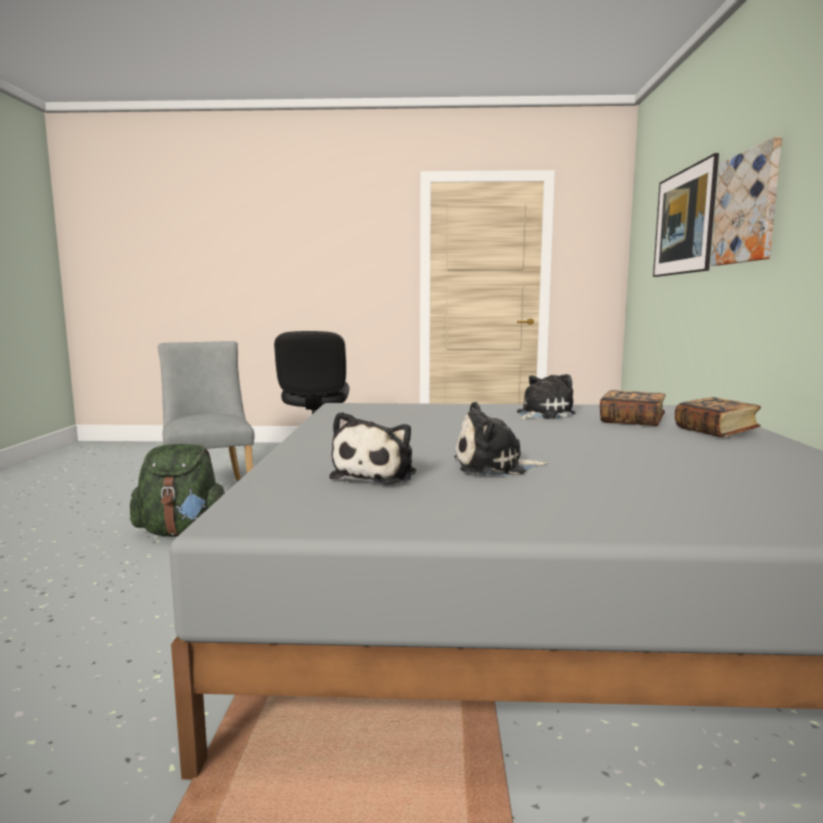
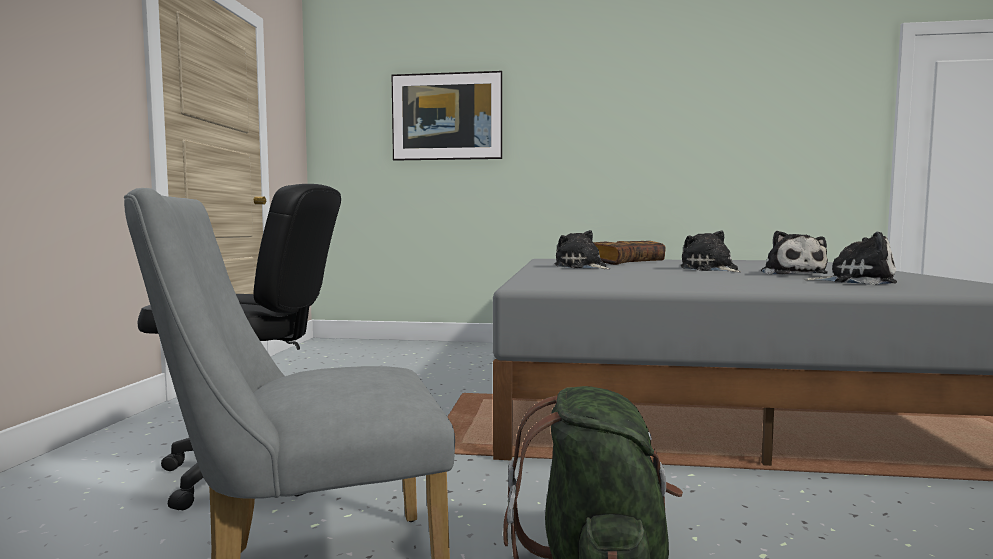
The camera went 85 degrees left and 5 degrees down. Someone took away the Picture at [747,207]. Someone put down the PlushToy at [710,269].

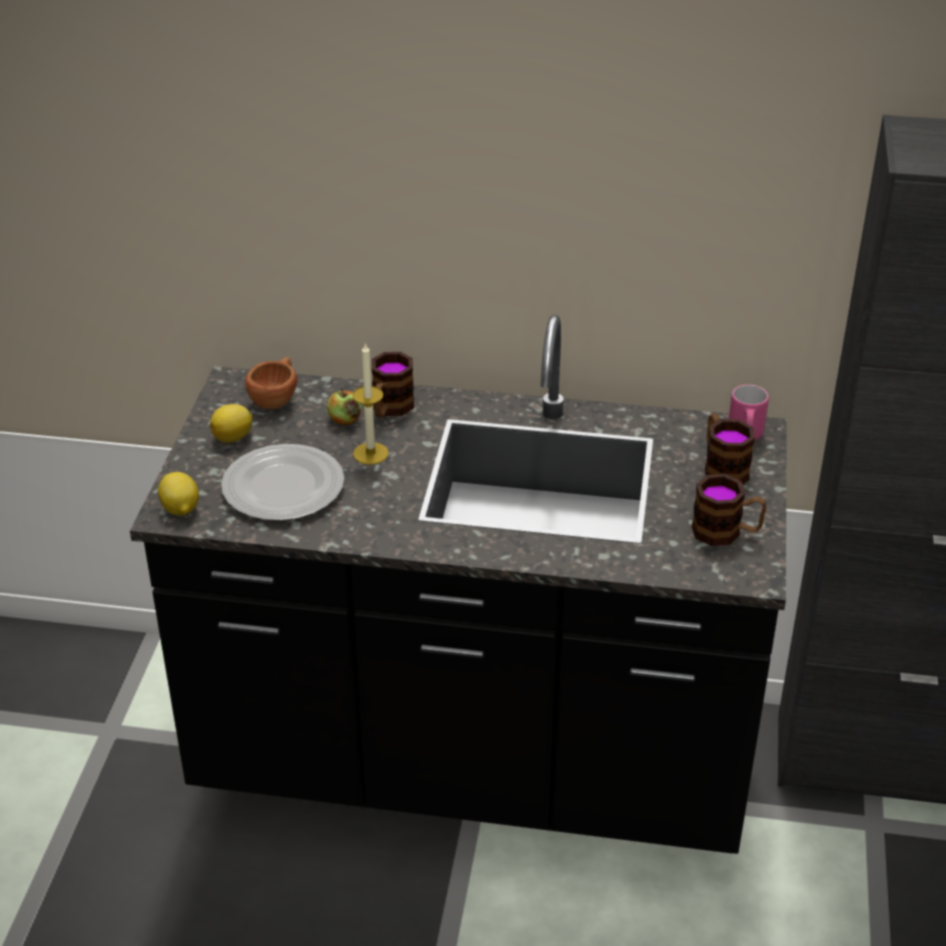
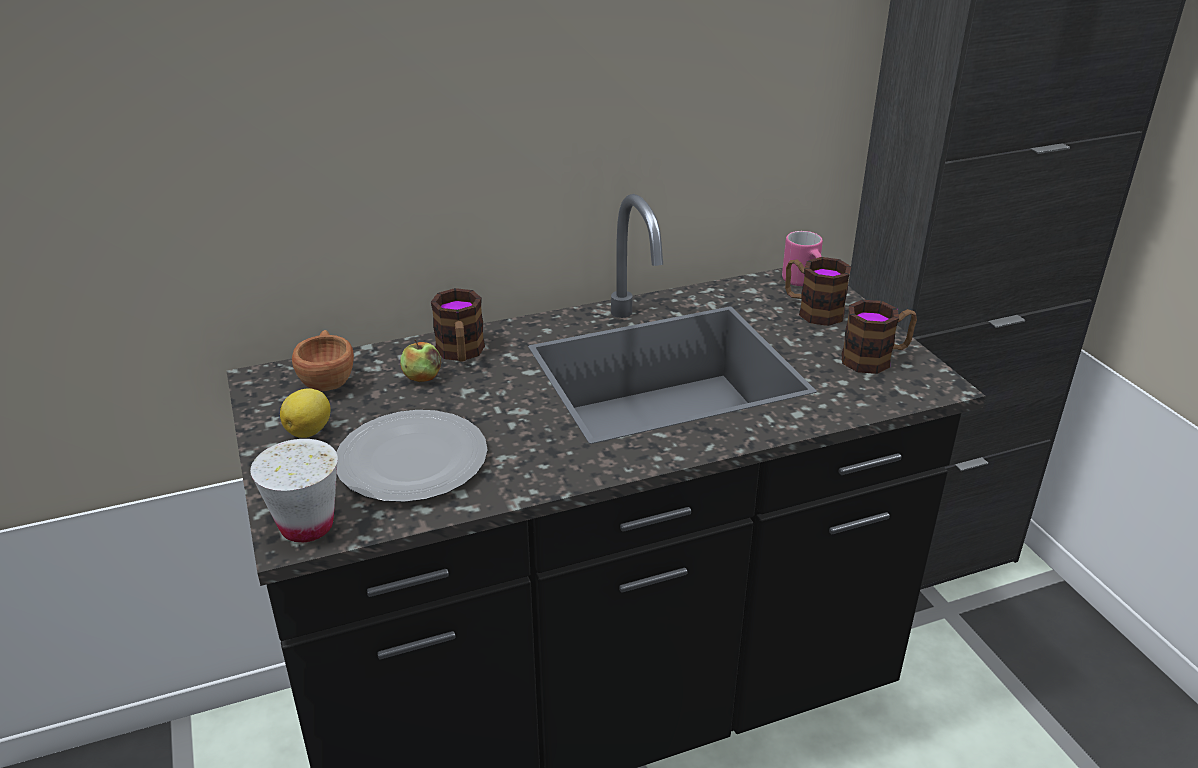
The camera went 30 degrees left and 5 degrees down. Someone took away the Candle at [370,453]. Someone swapped the WholeLemon at [180,510] for the WhiteColouredCup at [307,526].

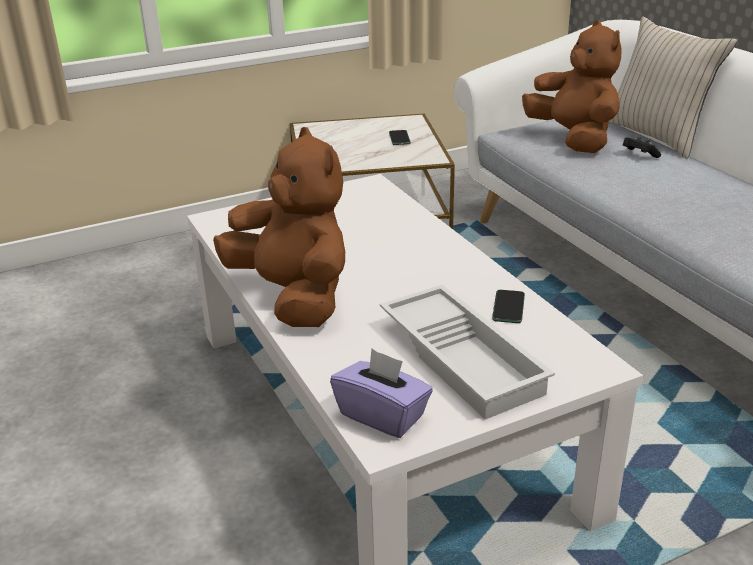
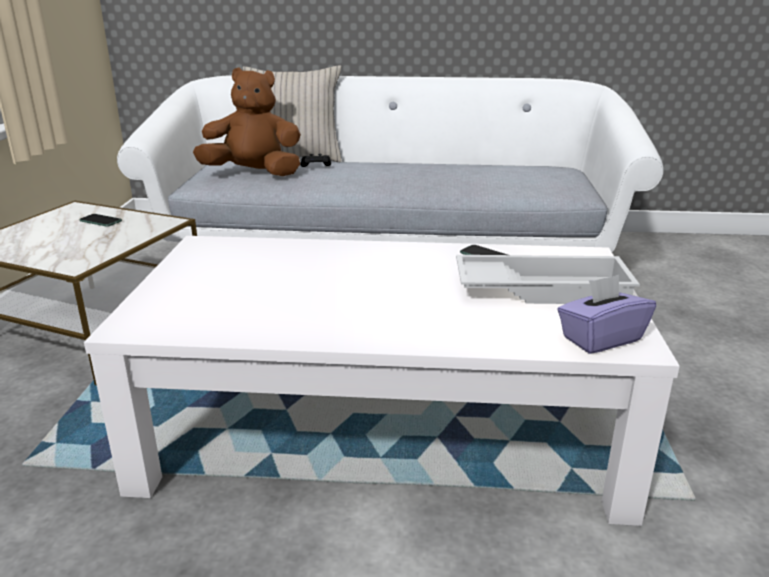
The camera went 60 degrees left and 5 degrees down. Someone took away the BrownishPlushToy at [293,297].

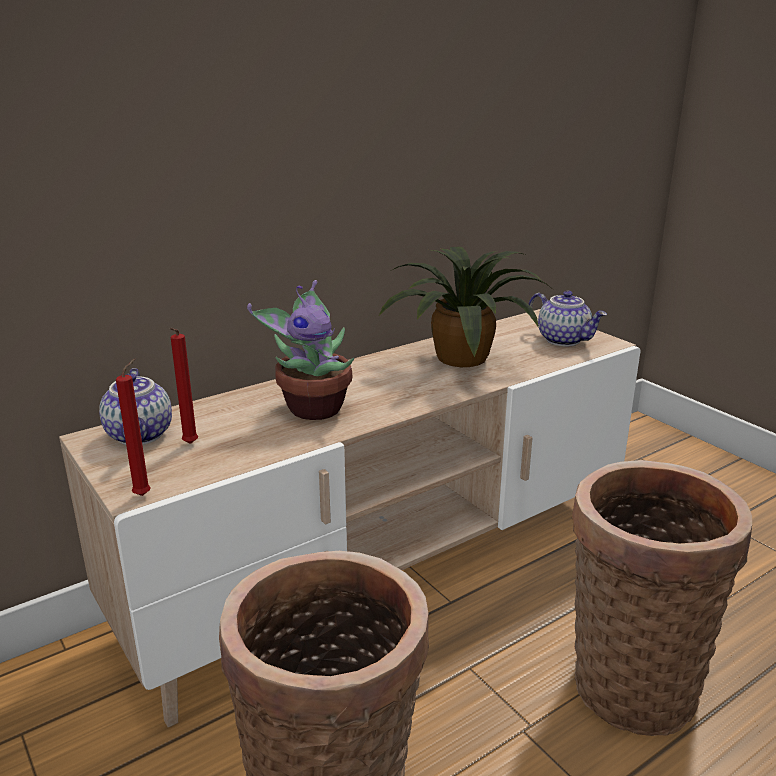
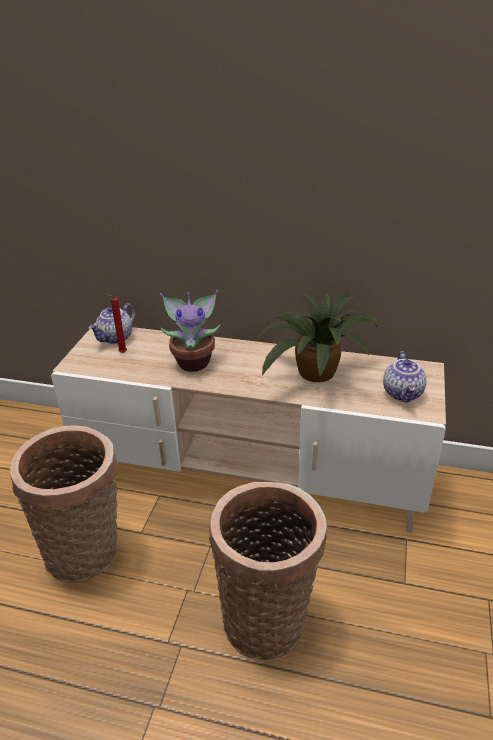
The camera went 50 degrees right and 10 degrees up. Someone took away the RedColouredCandle at [145,494].

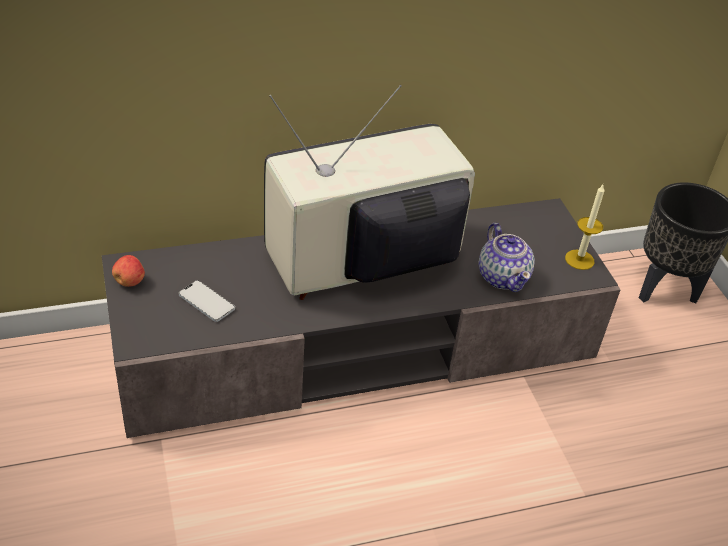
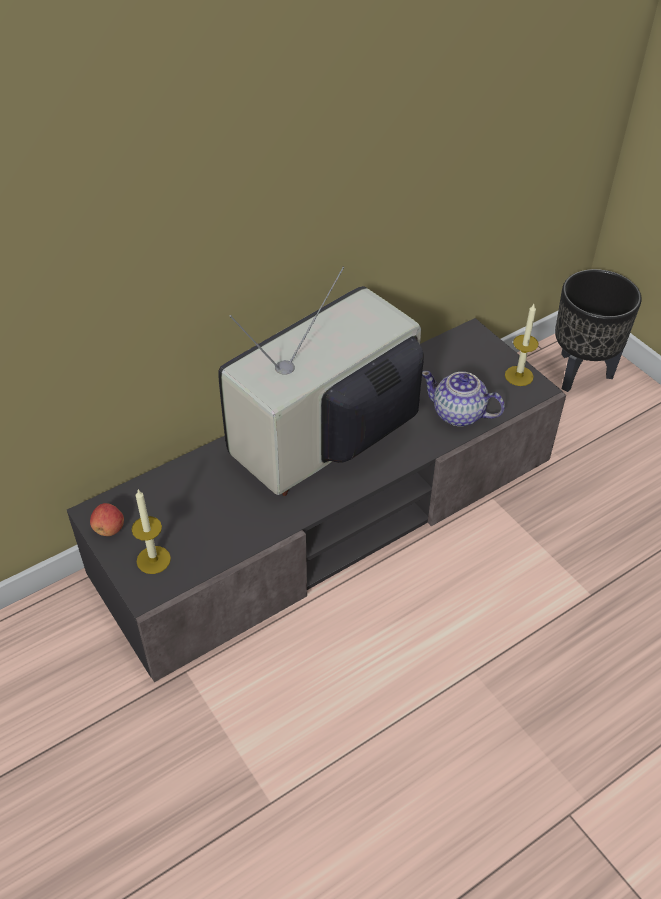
The camera went 15 degrees left and 5 degrees up. Someone took away the Phone at [206,302]. Someone put down the Candle at [153,560]. Someone rotated the PotForTea at [503,277] by 150 degrees clockwise.

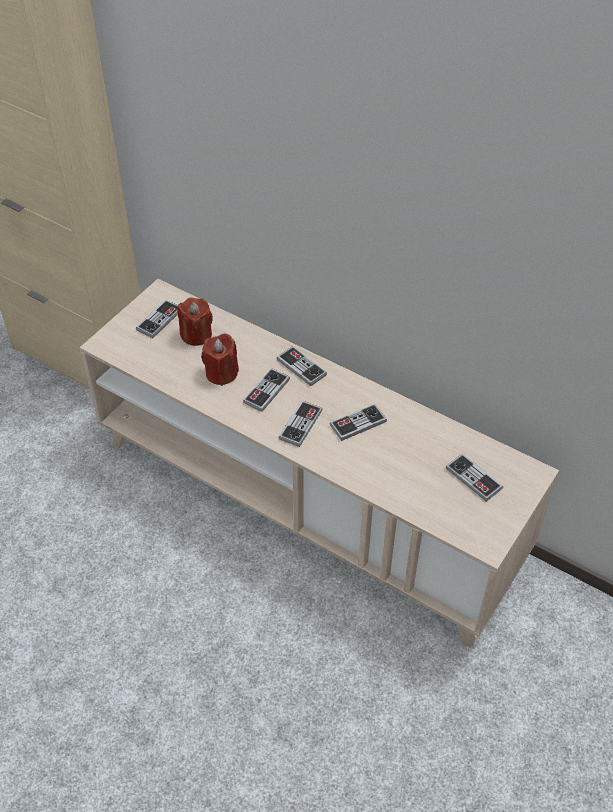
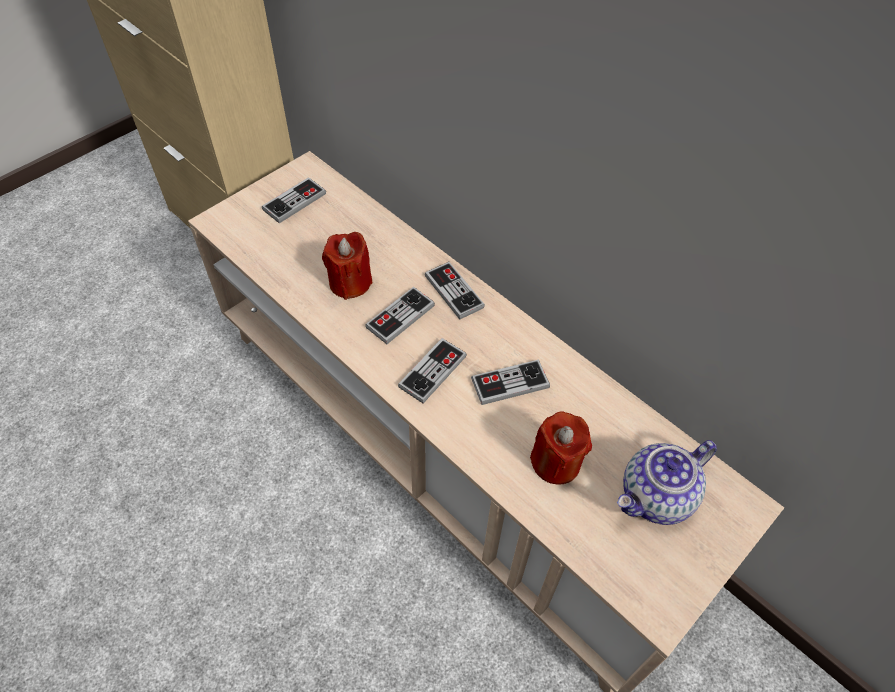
The camera went 10 degrees right and 5 degrees up. Someone carried the RedColouredCandle from [196,335] to [556,462]. Someone swapped the Gamepad at [473,478] for the PotForTea at [656,497].

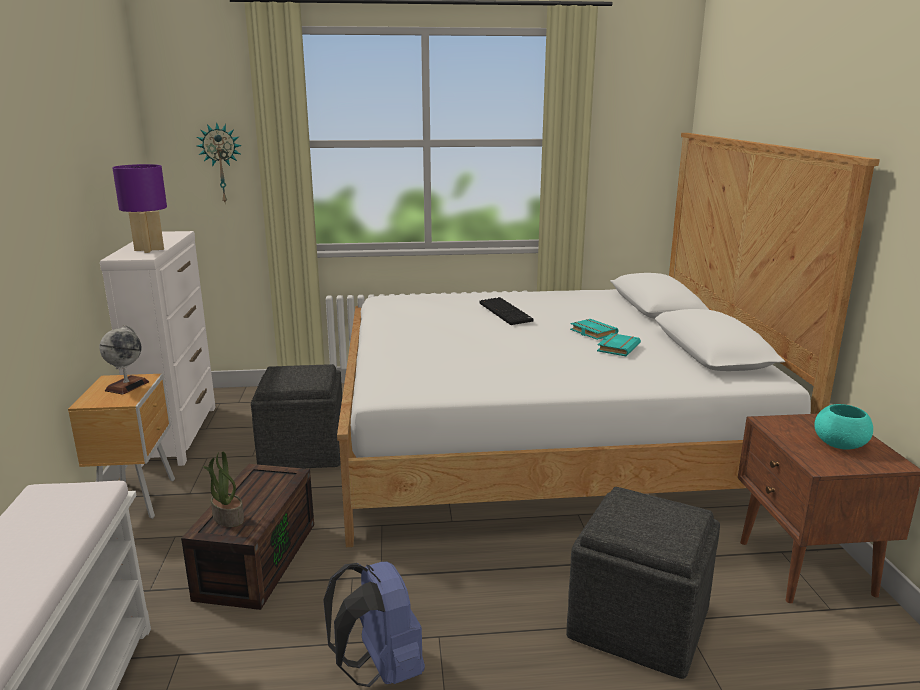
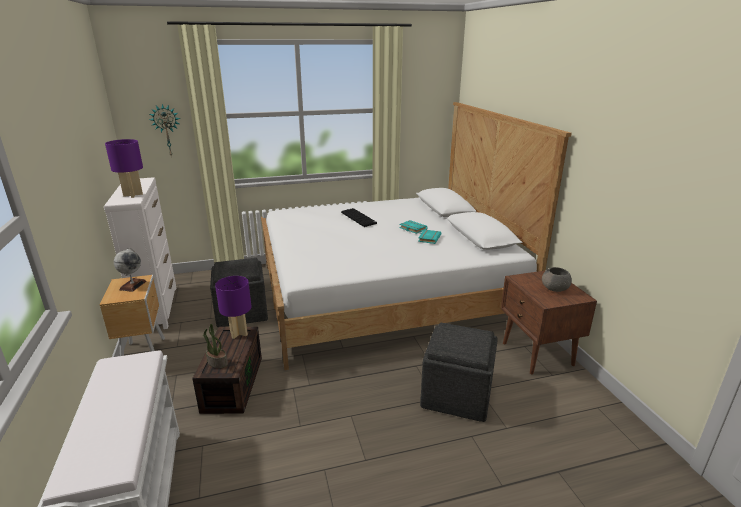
The camera went 10 degrees left and 5 degrees up. Someone took away the BlueRucksack at [380,669]. Someone put down the PurpleColouredLampForATable at [239,333]. Someone repainted the BlueGreenBowl at [841,444], which became the GrayBowl at [555,289].

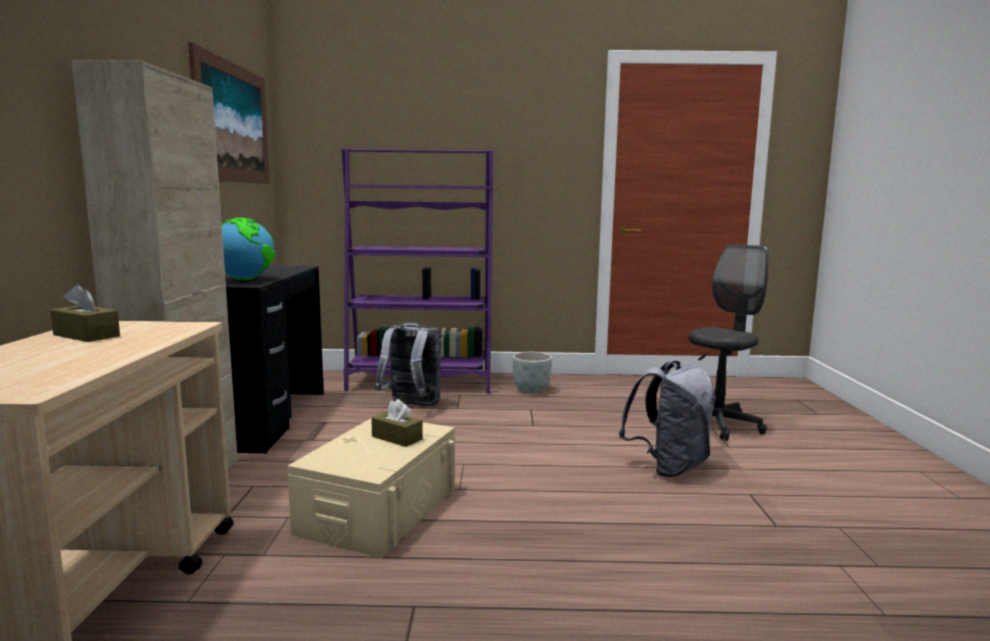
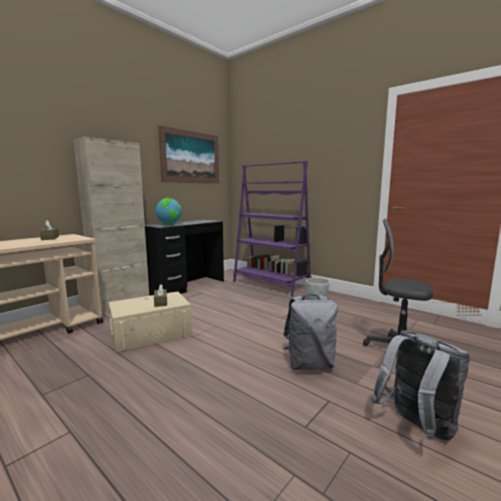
The camera went 40 degrees right and 0 degrees up. Someone carried the GrayRucksack from [412,406] to [416,427]. Someone rotated the GrayDeskChair at [718,425] by 150 degrees counterclockwise.

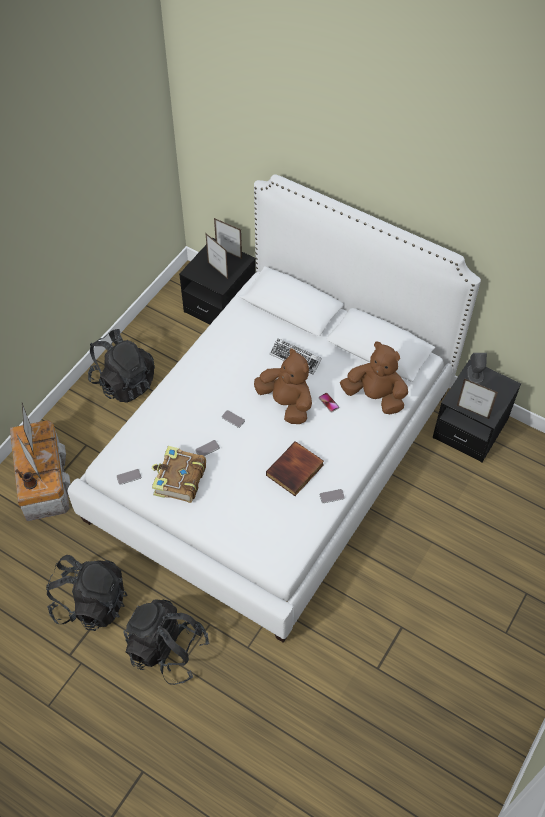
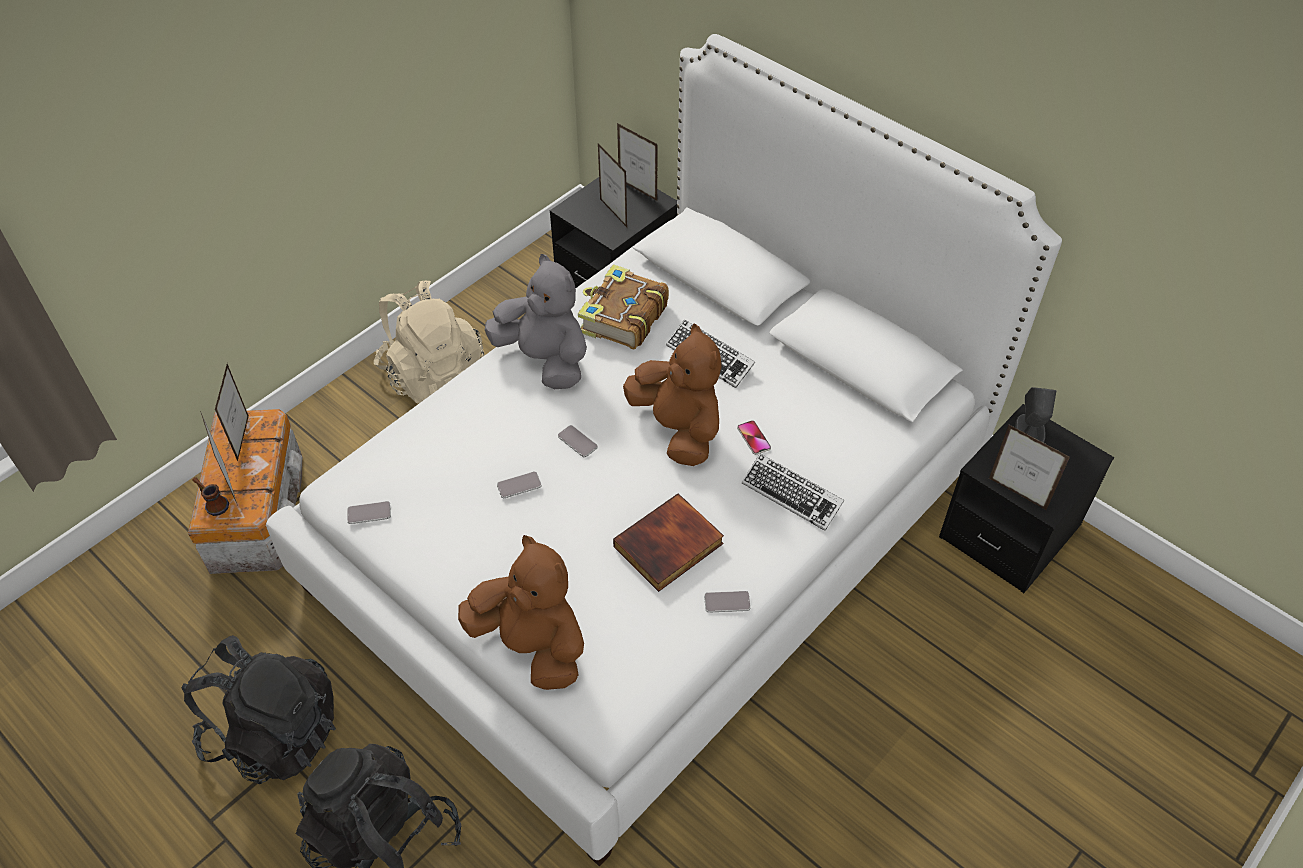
The camera went 10 degrees right and 5 degrees down. Someone put down the GrayPlushToy at [544,359]. Someone put down the ComputerKeyboard at [792,495]. Someone carried the Volume from [179,480] to [622,318]. Someone carried the BrownishPlushToy from [375,396] to [532,645]. Someone repainted the BlackRucksack at [124,382], which became the BeigeRucksack at [433,375].

